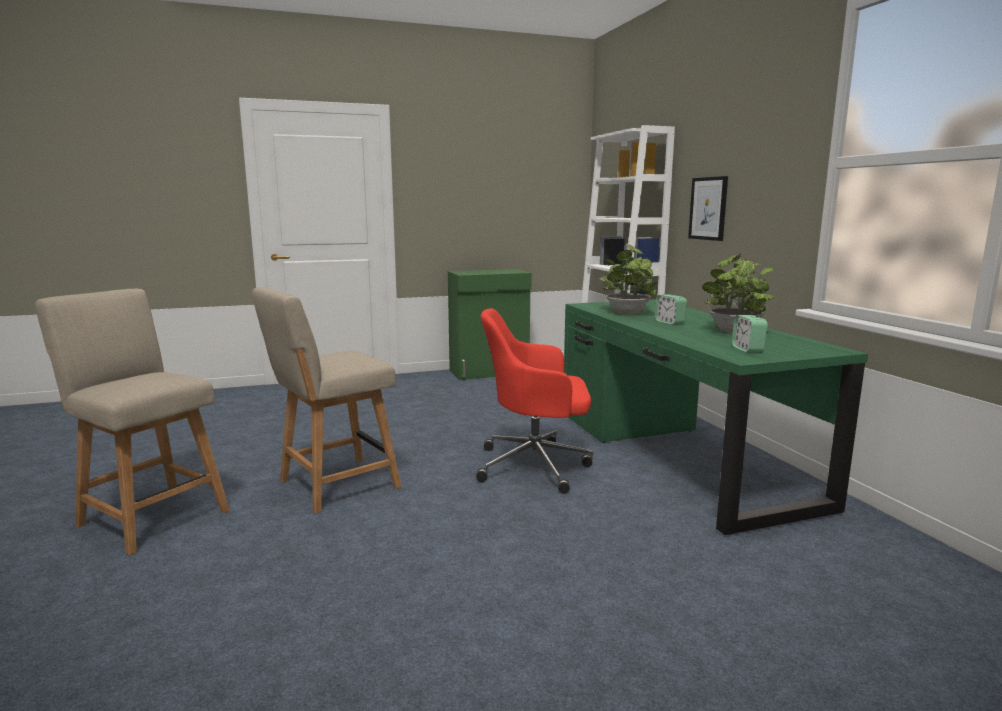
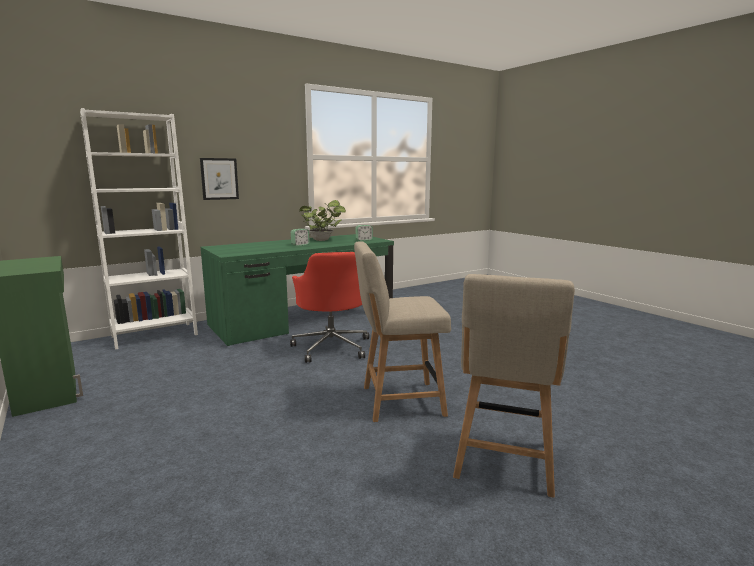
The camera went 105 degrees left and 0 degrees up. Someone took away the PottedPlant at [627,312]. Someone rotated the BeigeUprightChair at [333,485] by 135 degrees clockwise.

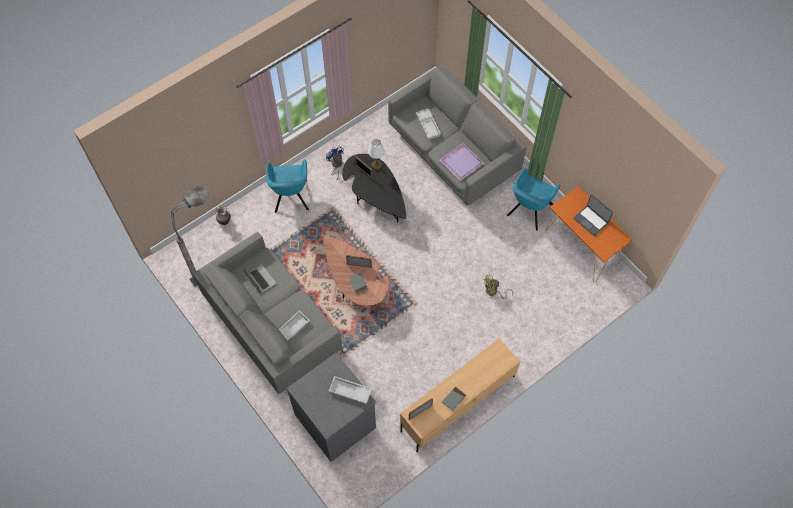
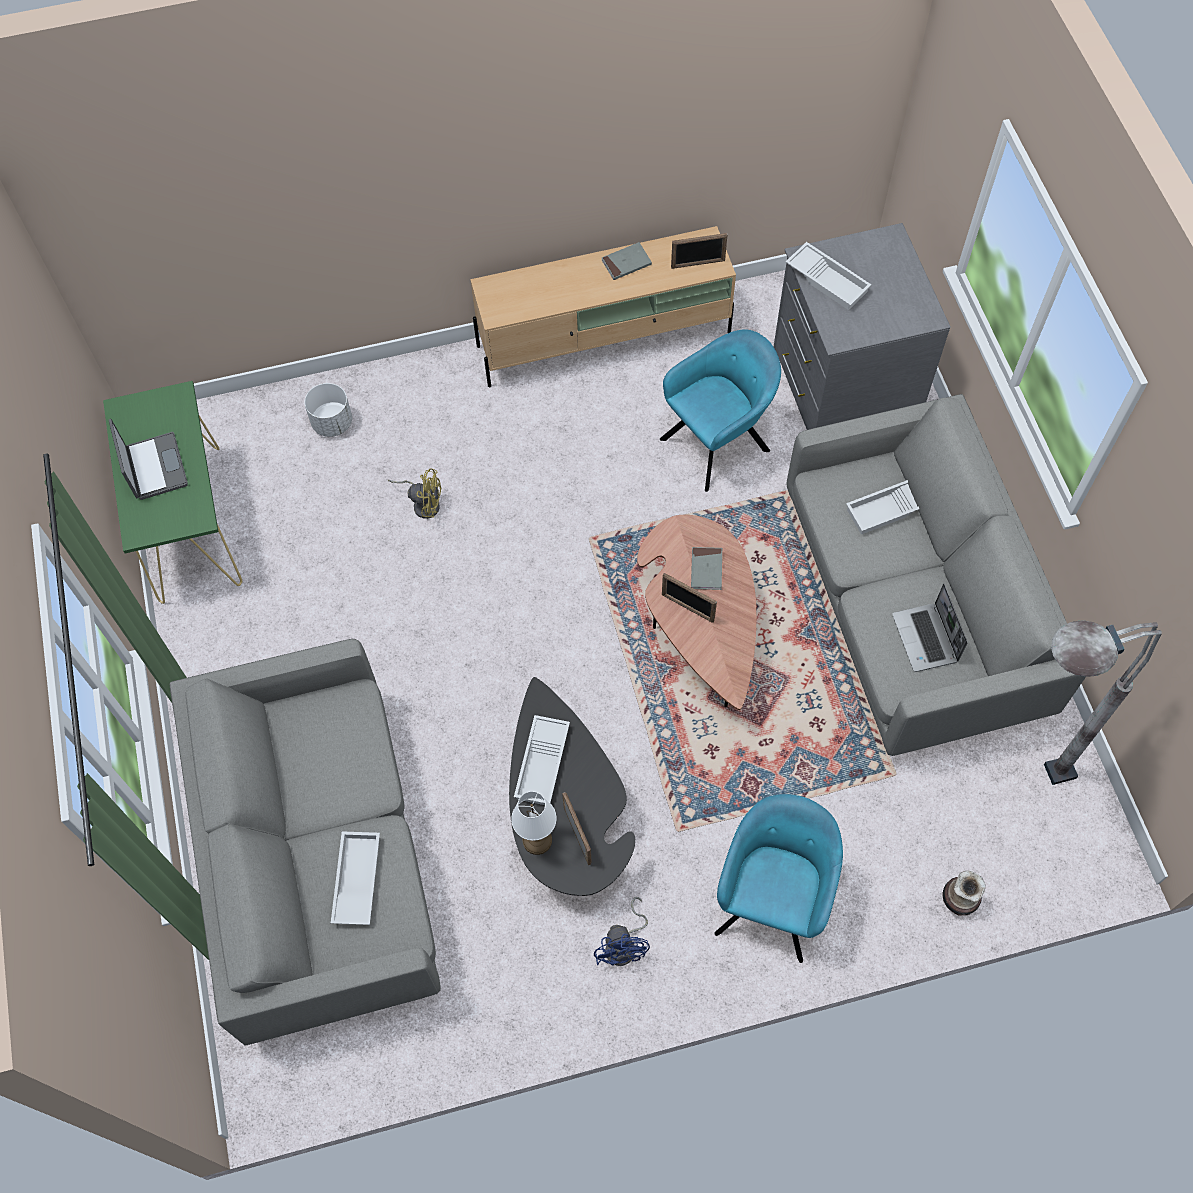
The camera went 155 degrees left and 0 degrees up. Someone took away the PurpleColouredTray at [461,161]. Someone put down the WhiteColouredPlanter at [332,422]. Someone put down the WhiteColouredTray at [543,764]. Someone carried the BlueGreenArmchair from [529,211] to [718,442]. Someone repainted the OrangeNarrowTable at [582,247], which became the GreenNarrowTable at [190,523].

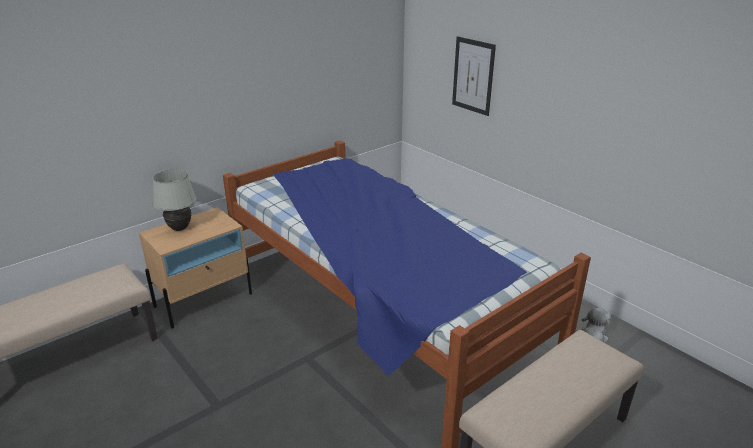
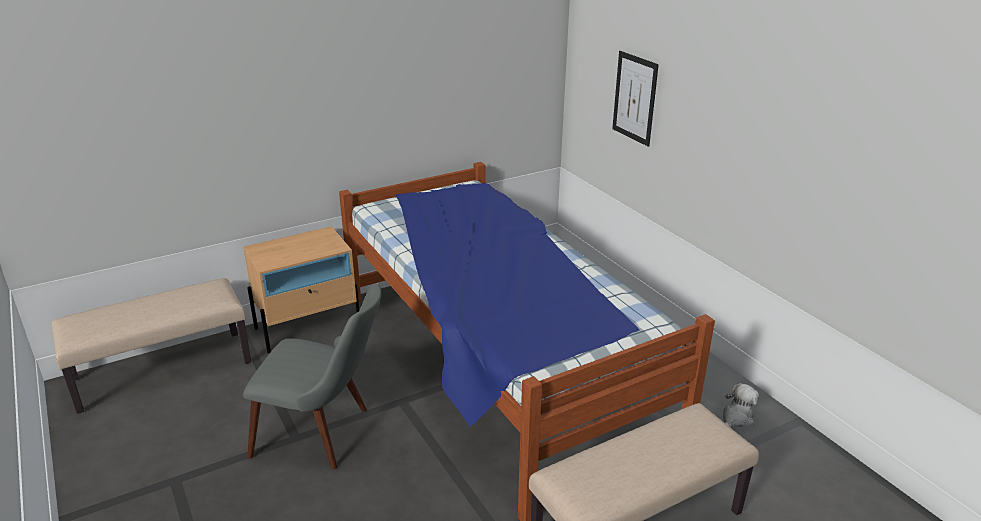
The camera went 10 degrees right and 0 degrees up. Someone took away the WhiteColouredLampForATable at [179,228]. Someone put down the GrayUprightChair at [325,433].

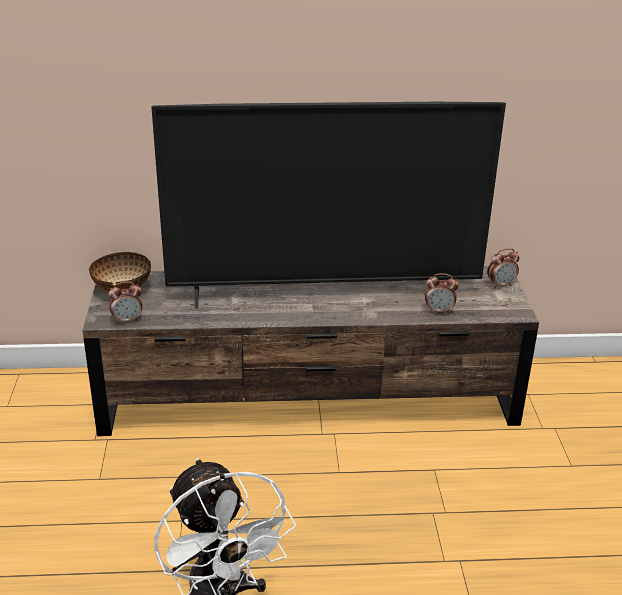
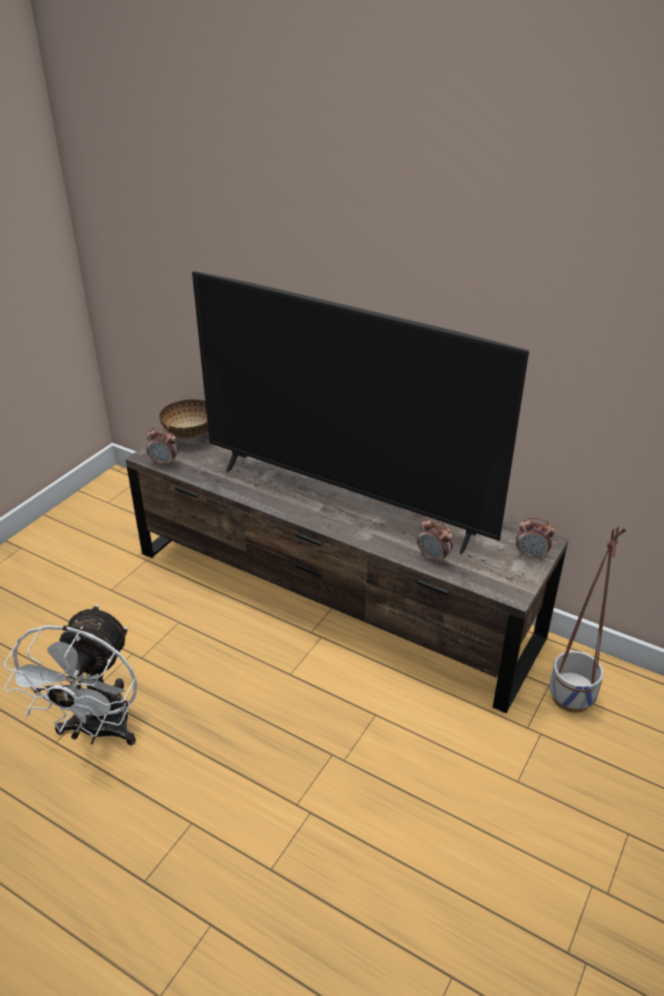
The camera went 35 degrees right and 5 degrees up. Someone put down the Planter at [572,697].

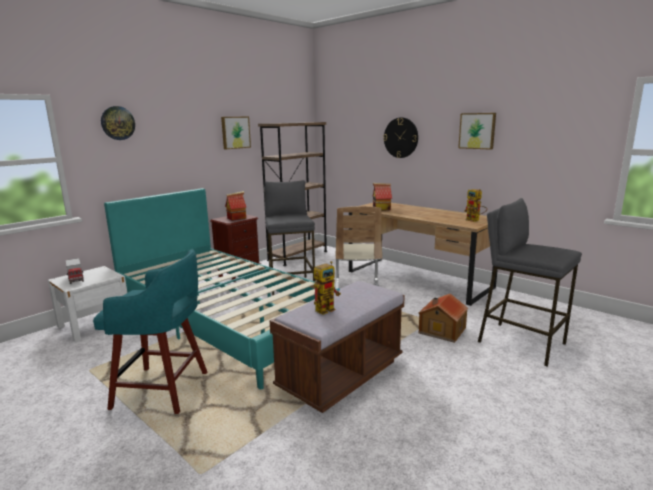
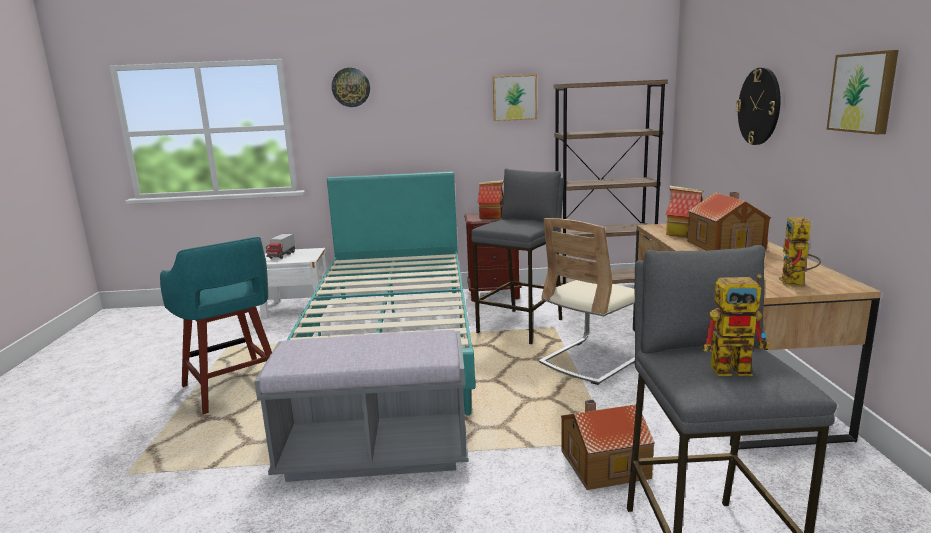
The camera went 45 degrees right and 0 degrees up. Someone put down the ModelHouse at [726,245]. Someone carried the ToyRobot from [327,308] to [738,368]. Someone repainted the BrownishLongSeat at [341,375], which became the GrayLongSeat at [374,453].

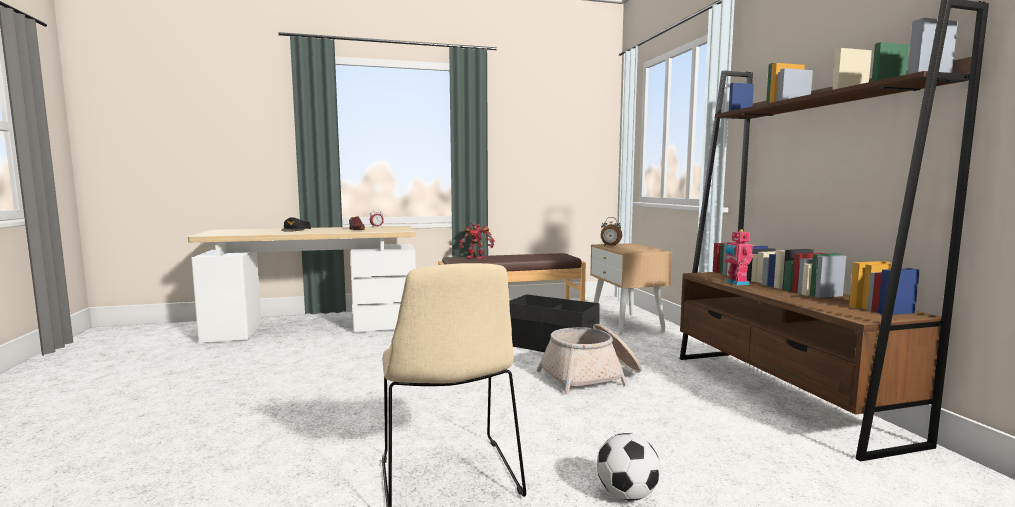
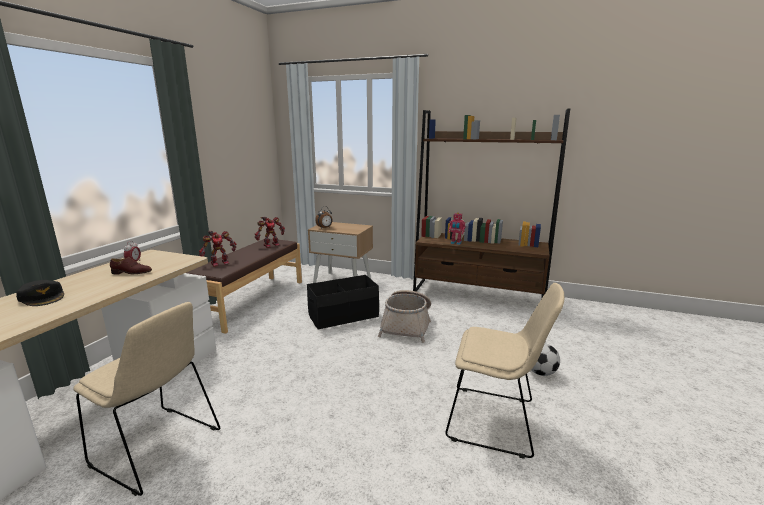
The camera went 55 degrees left and 10 degrees up. Someone put down the BeigeUprightChair at [159,449]. Someone put down the ToyRobot at [270,245].

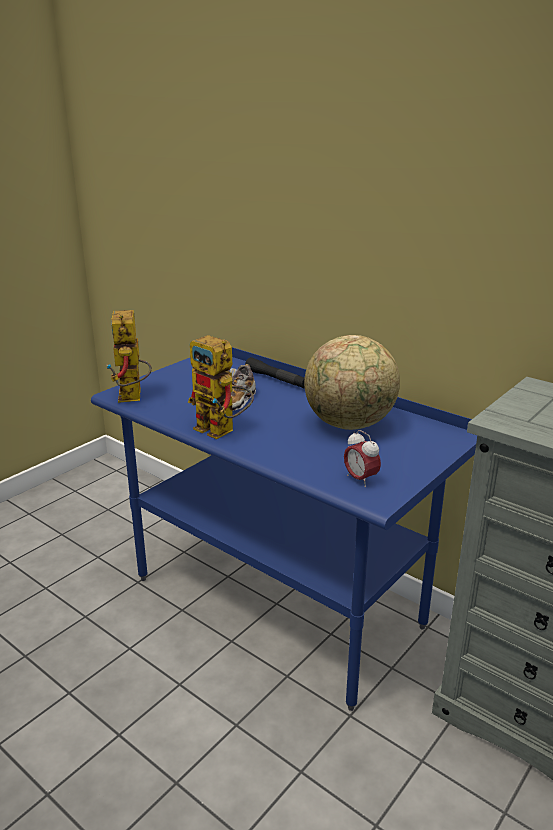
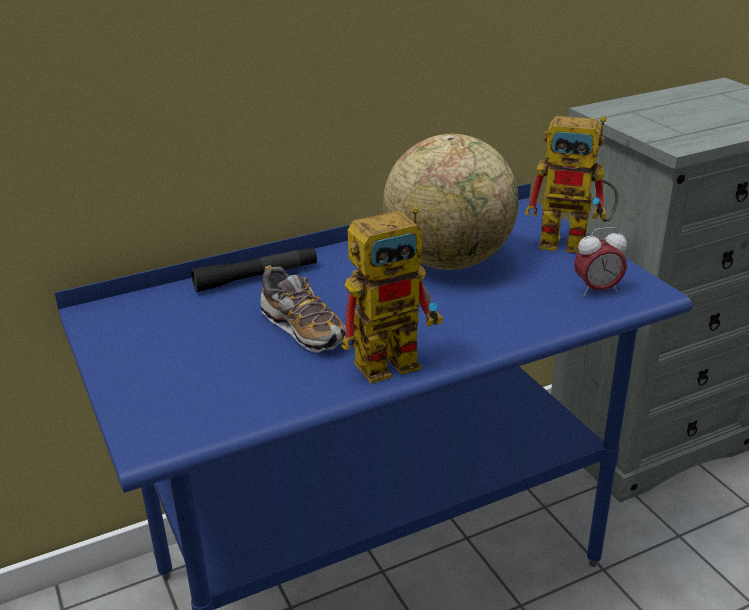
The camera went 65 degrees left and 5 degrees up. Someone carried the ToyRobot from [133,398] to [575,242].

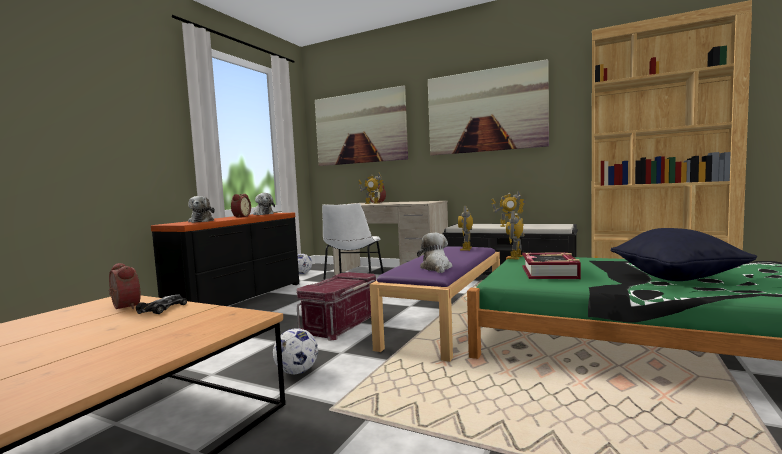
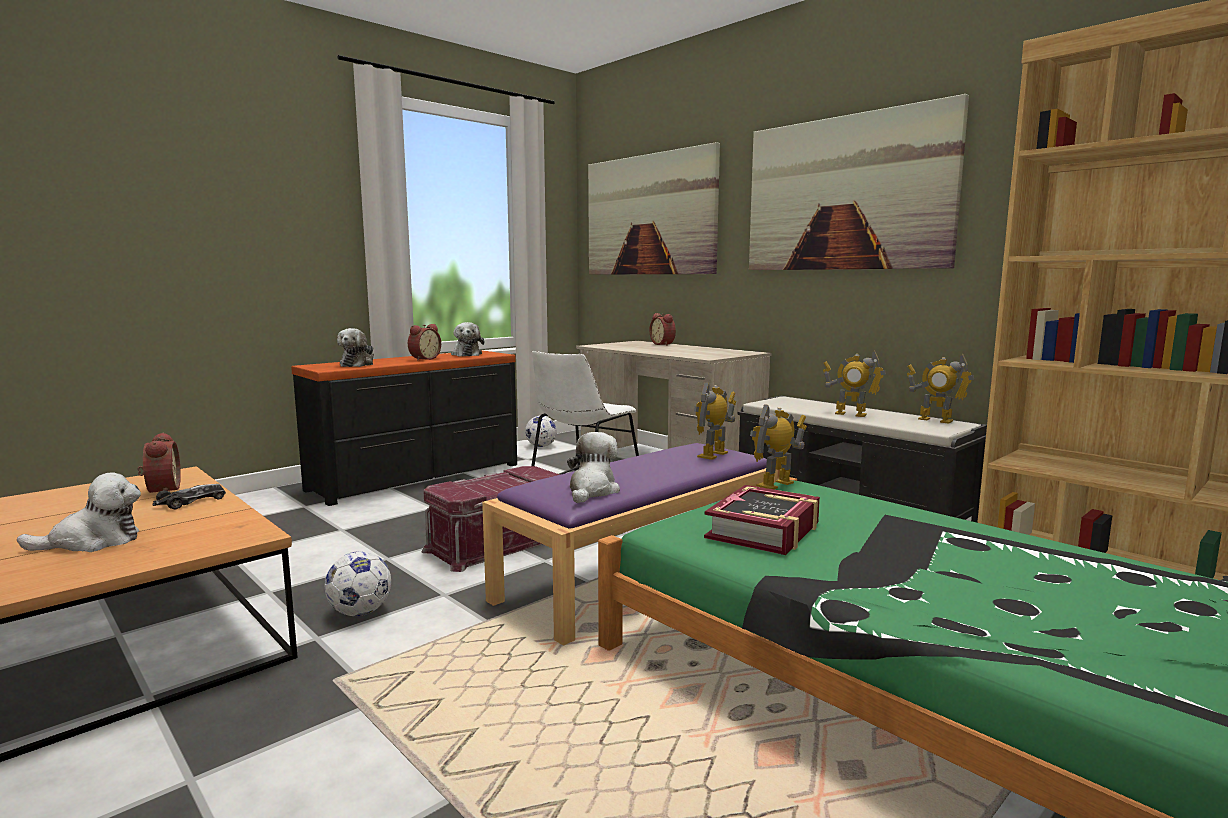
The camera went 20 degrees right and 5 degrees up. Someone took away the BlackPillow at [676,278]. Someone put down the PlushToy at [93,542]. Someone carried the ToyRobot from [372,203] to [935,420].

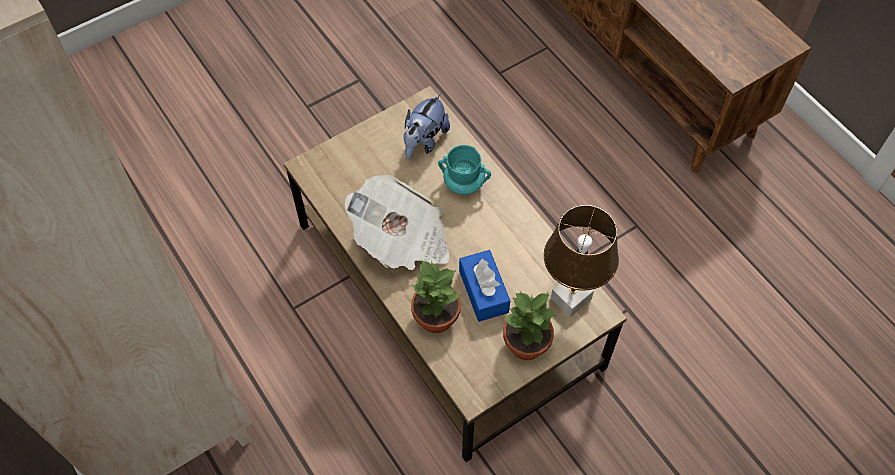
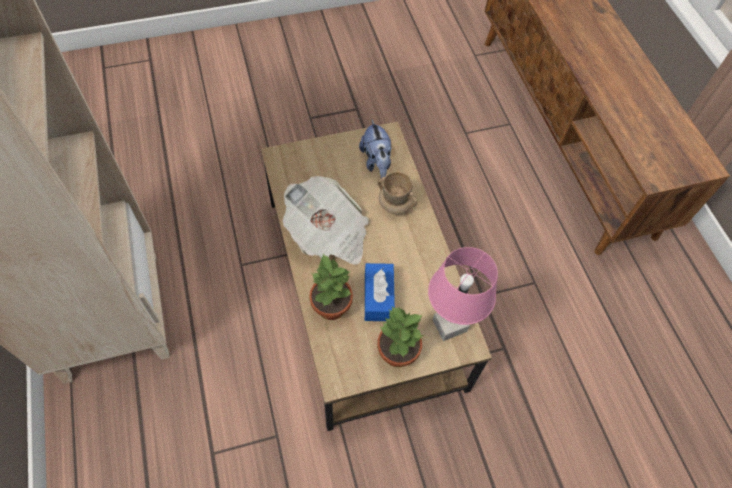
The camera went 15 degrees right and 0 degrees up. Someone repainted the BlueGreenTeaMug at [464,183], which became the BeigeTeaMug at [395,205]. Someone repainted the BrownishLampForATable at [571,299], which became the PinkColouredLampForATable at [449,326]. Someone rotated the PlushToy at [424,141] by 60 degrees counterclockwise.

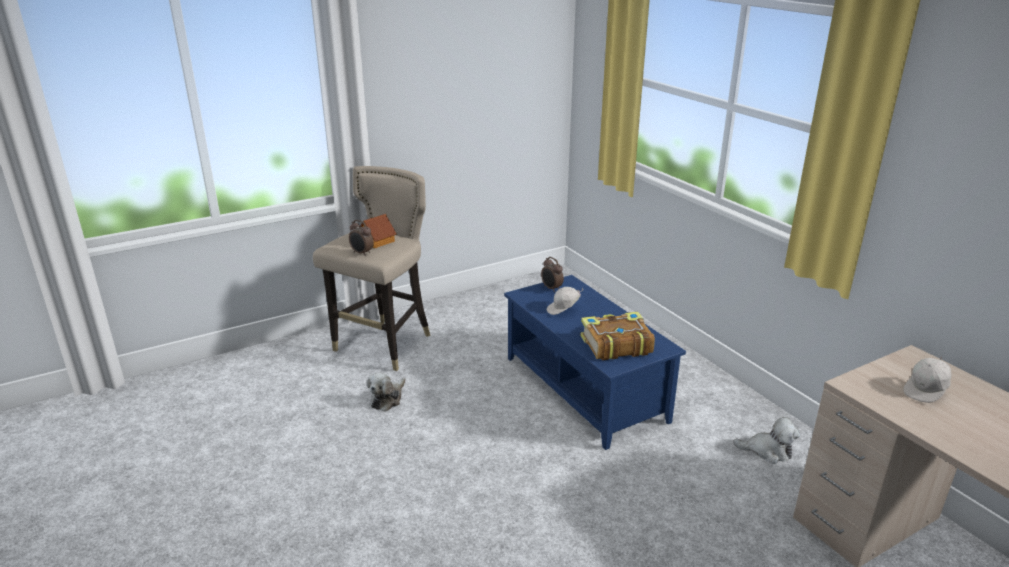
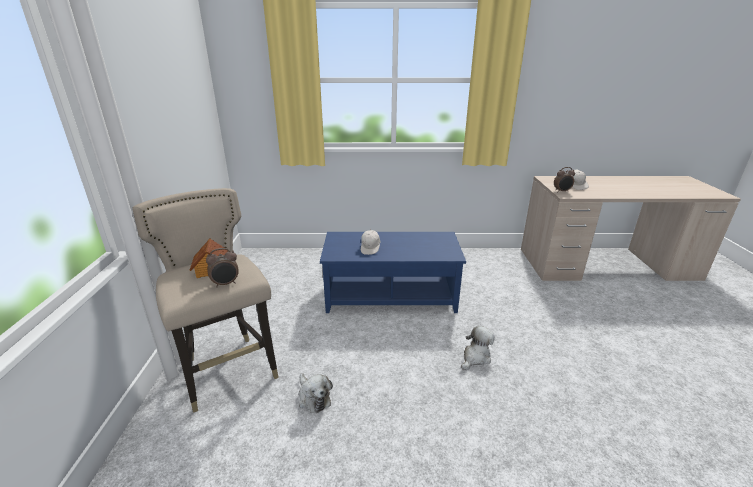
The camera went 60 degrees left and 0 degrees up. Someone took away the Volume at [615,345]. Someone carried the AlarmClock from [551,288] to [562,191]. Someone carried the PlushToy from [767,451] to [475,357].

